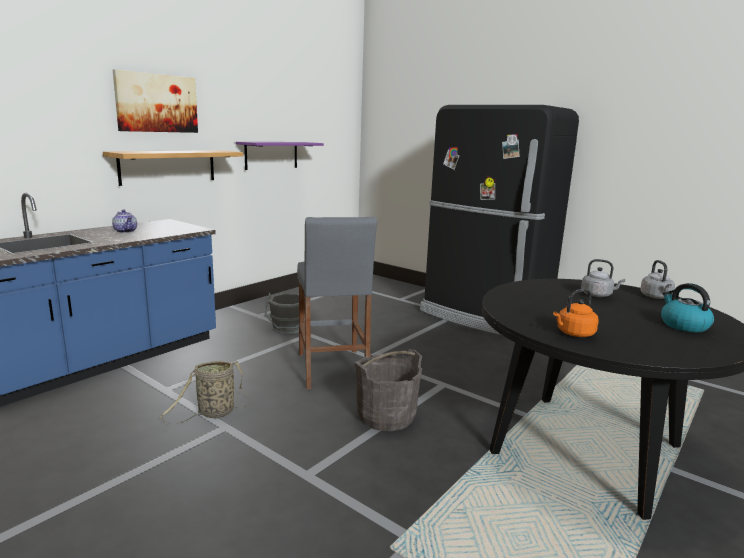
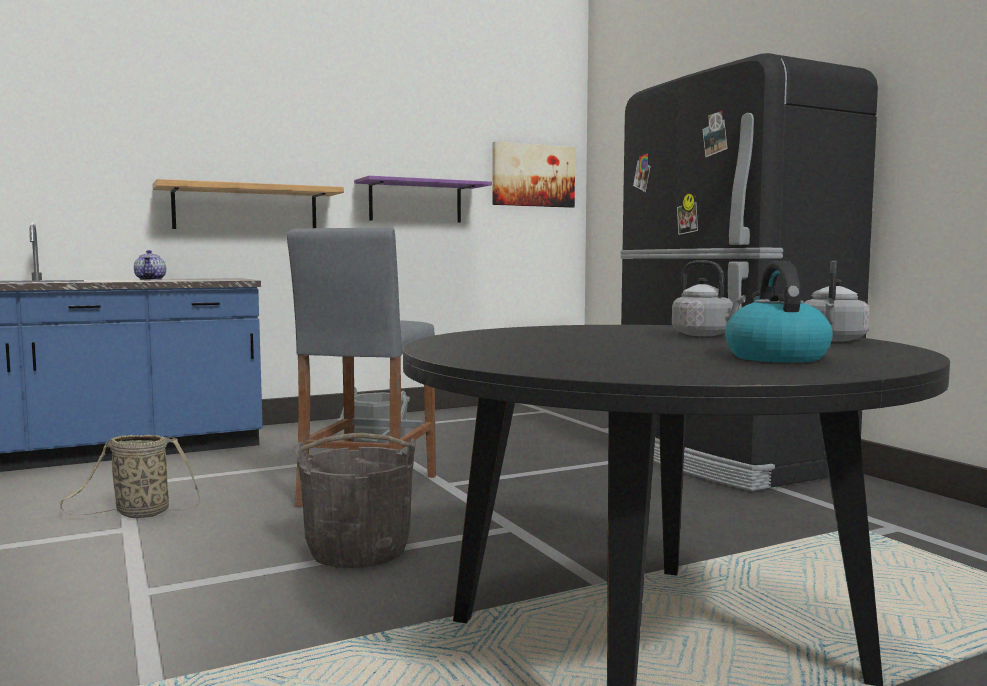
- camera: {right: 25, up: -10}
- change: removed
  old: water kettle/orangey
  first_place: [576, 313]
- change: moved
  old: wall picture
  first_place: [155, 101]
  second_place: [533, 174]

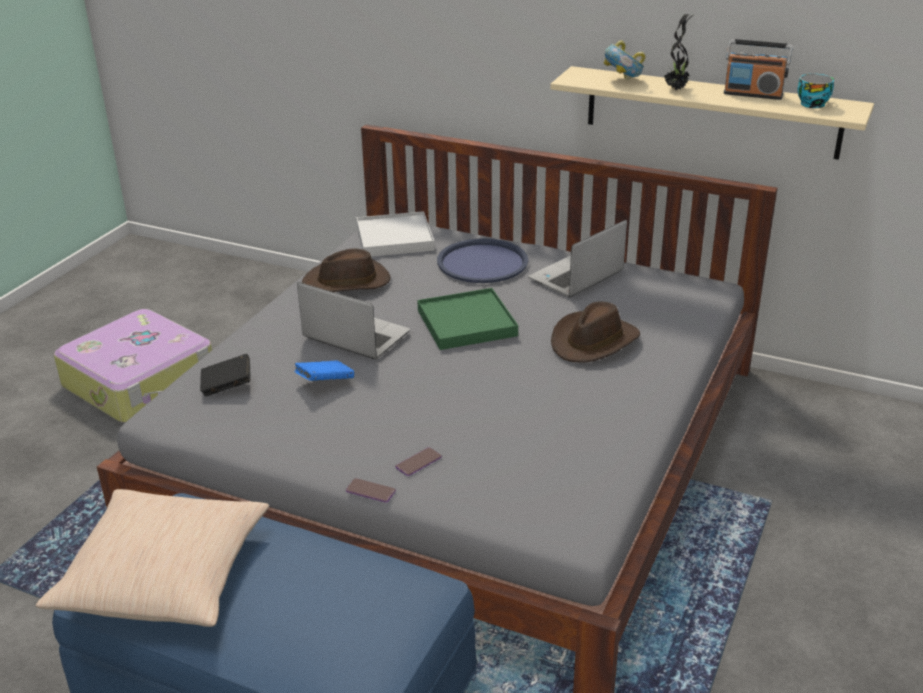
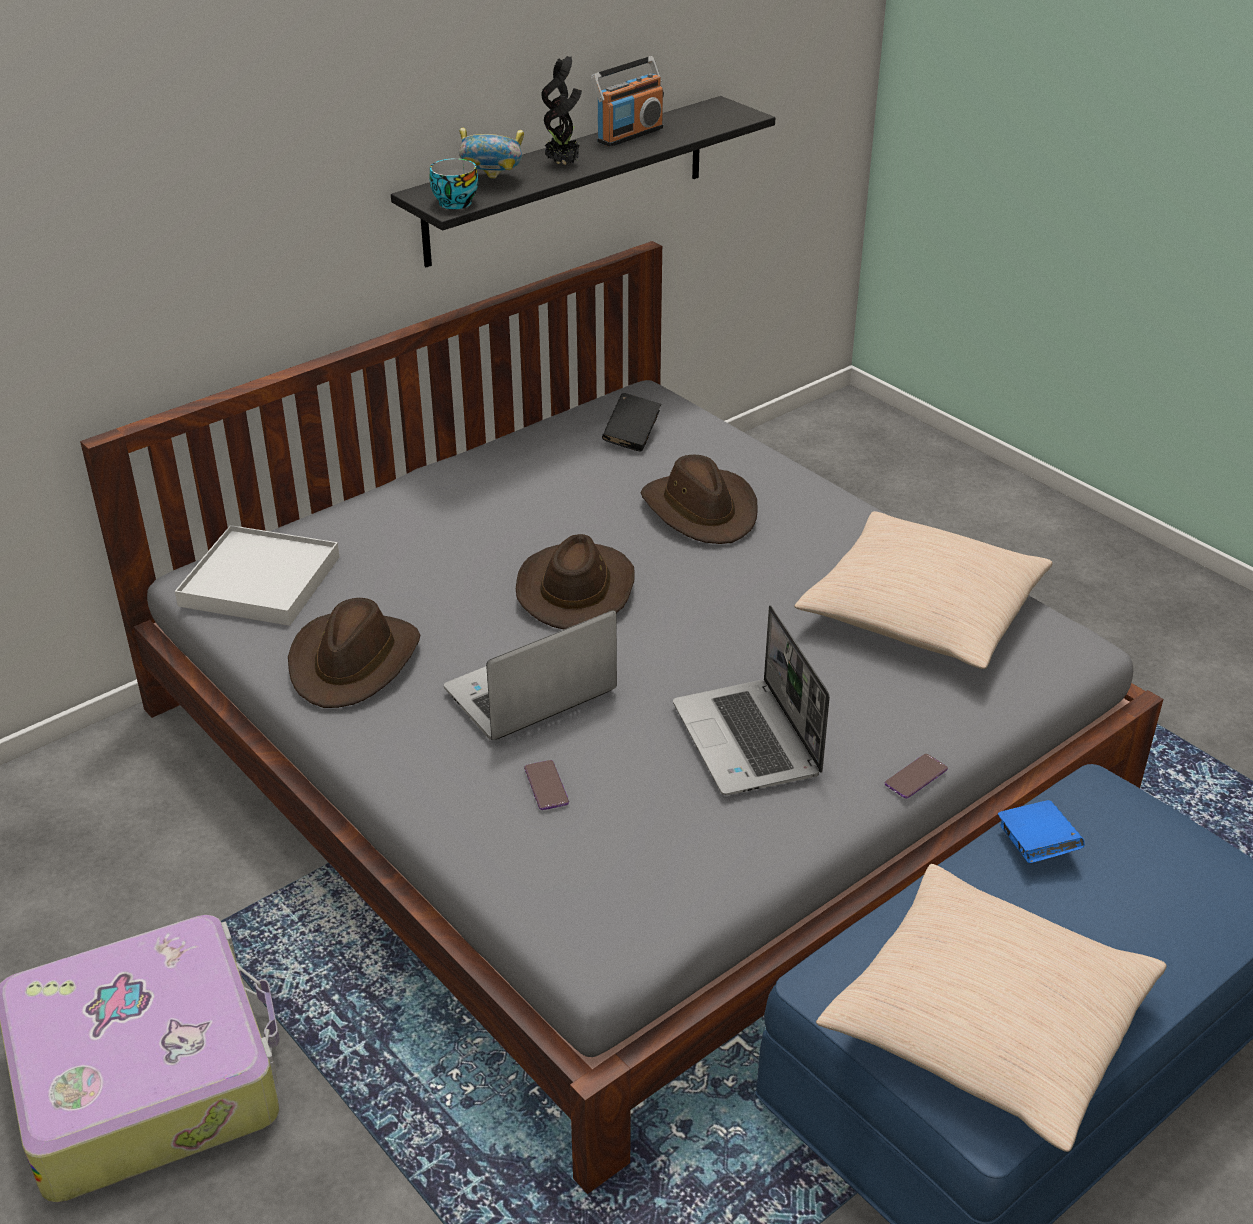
- camera: {right: -65, up: 5}
- change: removed
  old: tray/blue-coloured
  first_place: [482, 260]
- change: added
  new: cushion/beige
  second_place: [923, 590]
- change: moved
  old: book/blackish
  first_place: [225, 375]
  second_place: [631, 422]
- change: moved
  old: book/blue-coloured
  first_place: [324, 371]
  second_place: [1041, 831]
- change: moved
  old: phone
  first_place: [418, 461]
  second_place: [546, 785]
- change: moved
  old: portable computer
  first_place: [577, 259]
  second_place: [751, 700]
- change: moved
  old: small cup
  first_place: [815, 91]
  second_place: [454, 183]
- change: replaced
  old: tray/greenish
  new: clothing hat/brown
  first_place: [467, 319]
  second_place: [575, 582]
- change: recoloured
  old: bracket shelf/beige
  new: bracket shelf/blackish
  first_place: [712, 113]
  second_place: [583, 181]

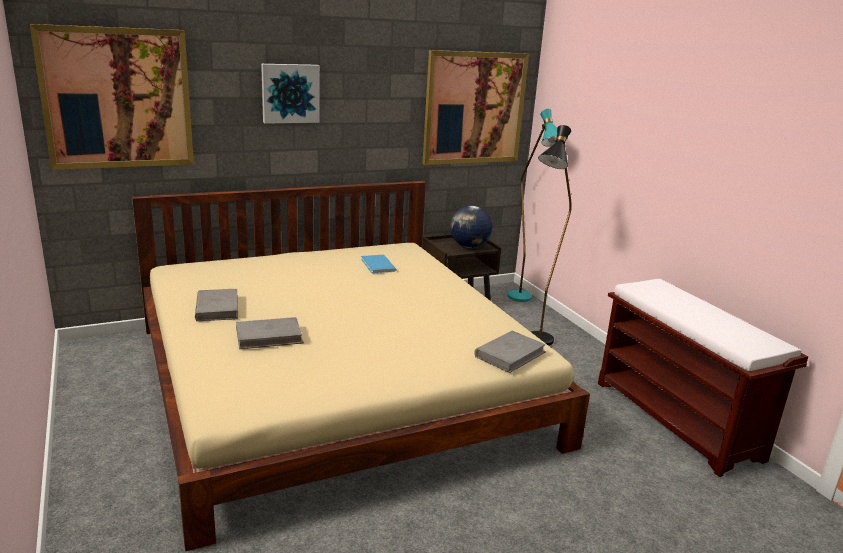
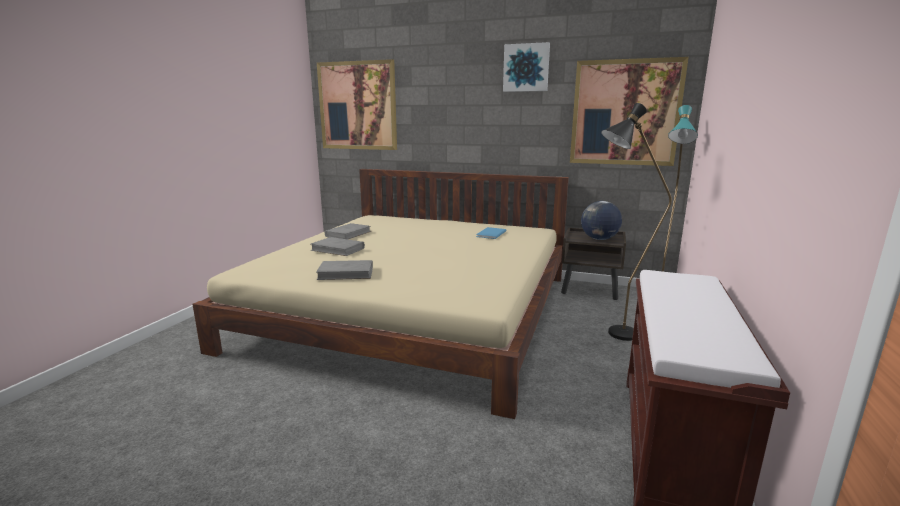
- camera: {right: 45, up: -5}
- change: moved
  old: wall picture
  first_place: [290, 93]
  second_place: [526, 67]
- change: moved
  old: book/greyish
  first_place: [510, 352]
  second_place: [344, 270]

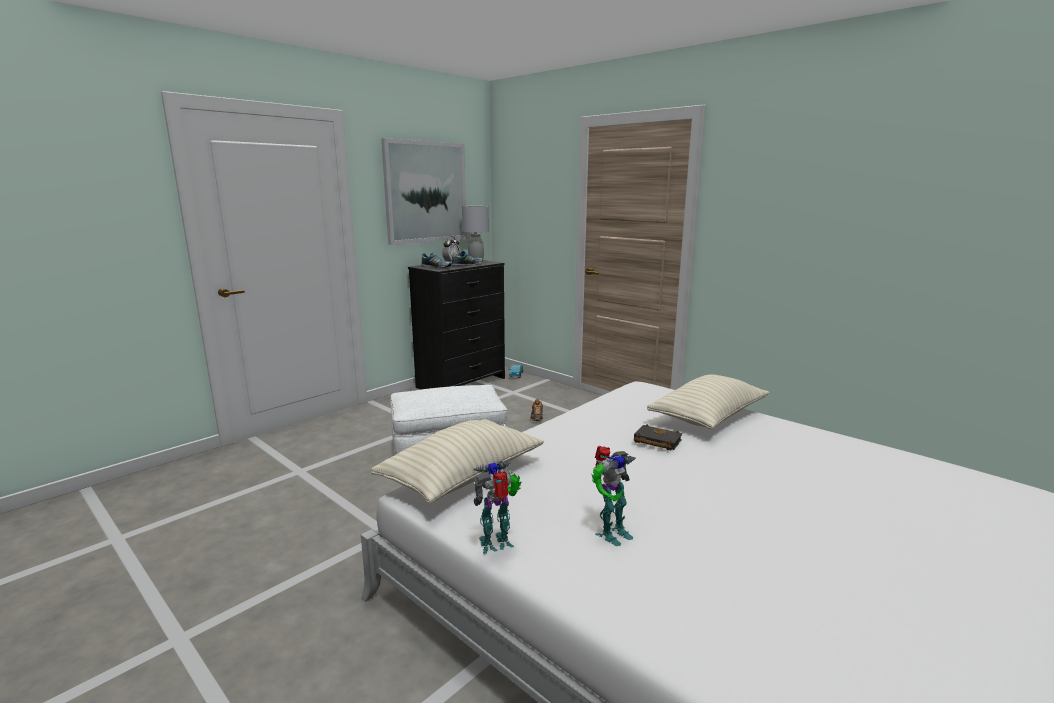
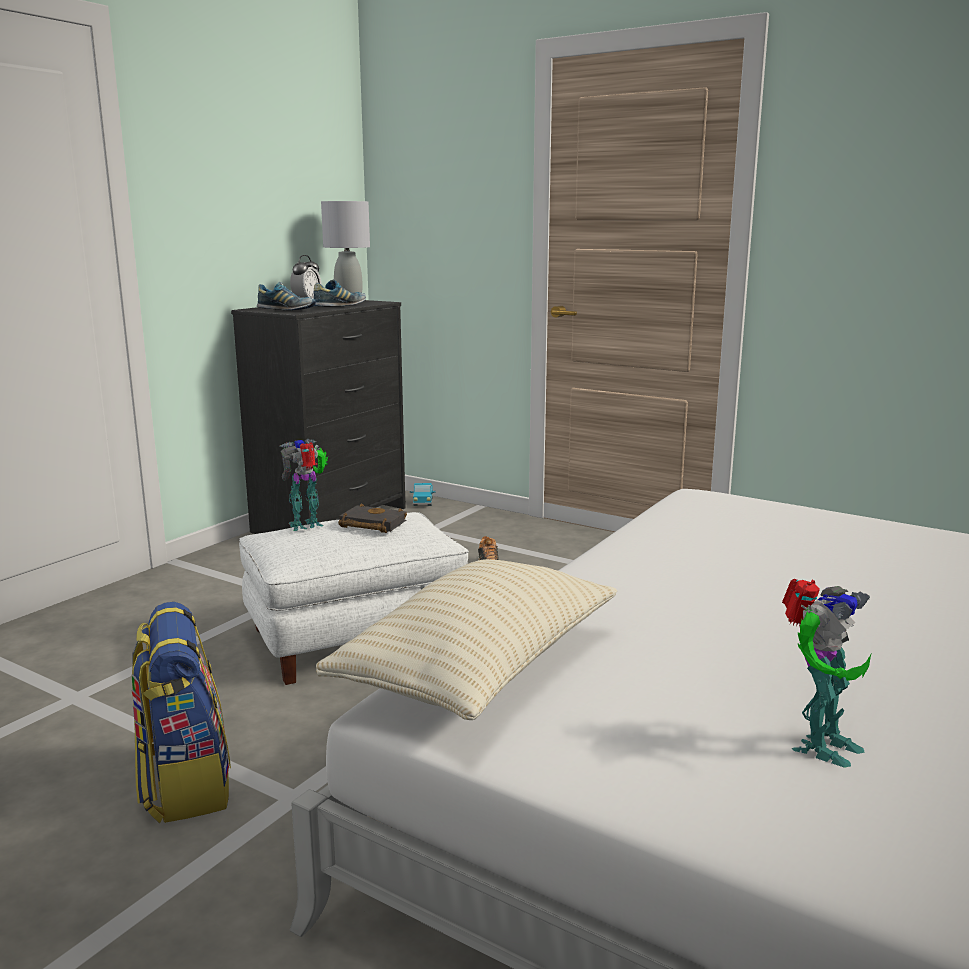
- camera: {right: -10, up: 0}
- change: removed
  old: wall picture
  first_place: [424, 191]
- change: removed
  old: cushion/beige
  first_place: [708, 401]
- change: added
  new: backpack
  second_place: [181, 712]
- change: moved
  old: robot figure
  first_place: [497, 507]
  second_place: [303, 484]
- change: moved
  old: book/blackish
  first_place: [658, 437]
  second_place: [372, 518]

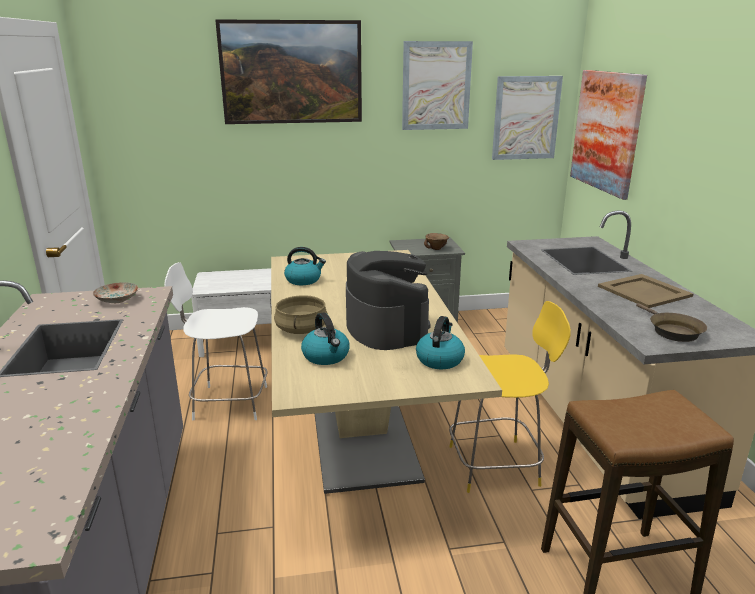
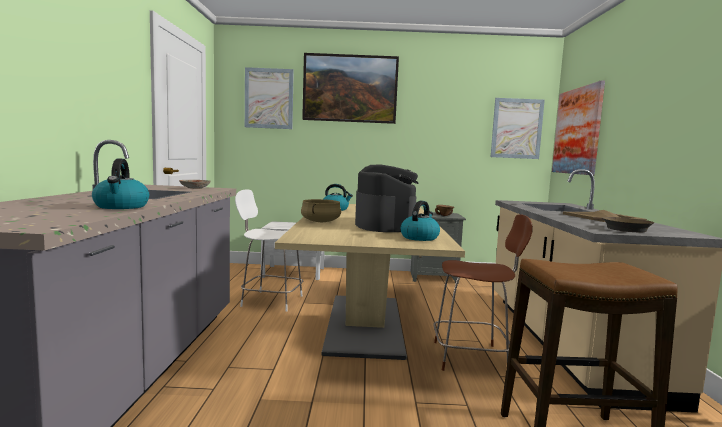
- camera: {right: 10, up: -15}
- change: moved
  old: water kettle
  first_place: [325, 338]
  second_place: [120, 184]
- change: moved
  old: wall picture
  first_place: [437, 85]
  second_place: [269, 98]
- change: recoloured
  old: plain chair/yellowish
  new: plain chair/brown
  first_place: [510, 397]
  second_place: [483, 292]

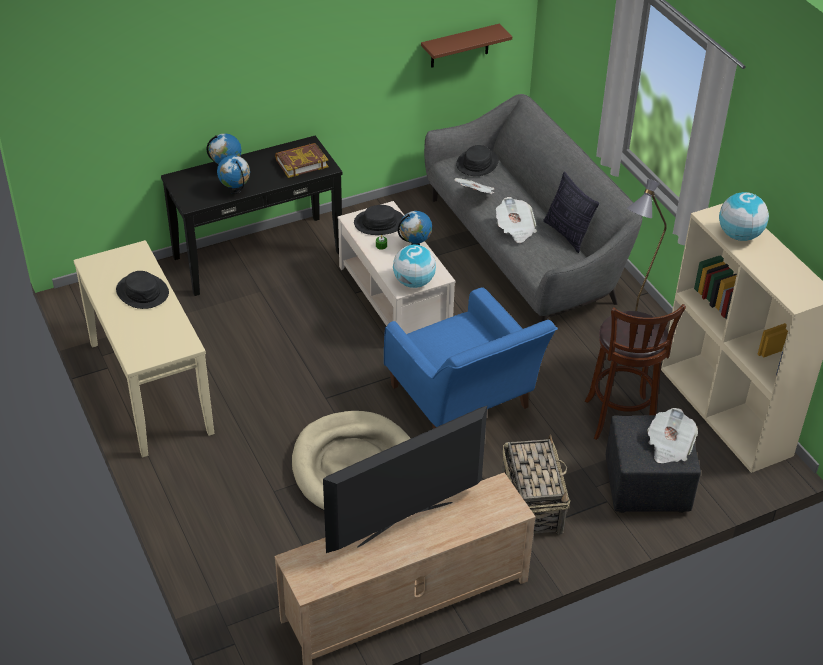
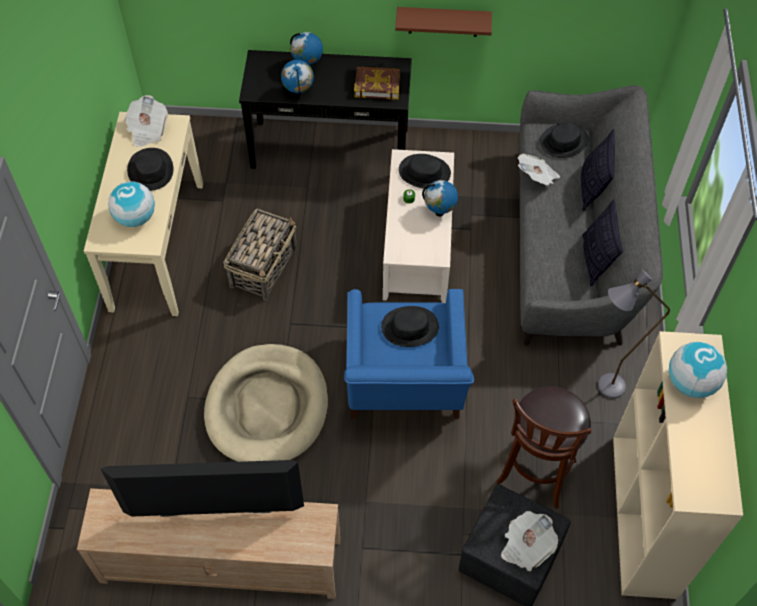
- camera: {right: 30, up: 15}
- change: added
  new: clothing hat/blackish
  second_place: [410, 326]
- change: added
  new: cushion
  second_place: [598, 170]
- change: moved
  old: desk globe
  first_place: [414, 266]
  second_place: [131, 204]
- change: moved
  old: bracket shelf/brown
  first_place: [466, 46]
  second_place: [443, 22]
- change: moved
  old: newspaper
  first_place: [516, 220]
  second_place: [146, 121]
- change: moved
  old: basket
  first_place: [536, 484]
  second_place: [260, 255]

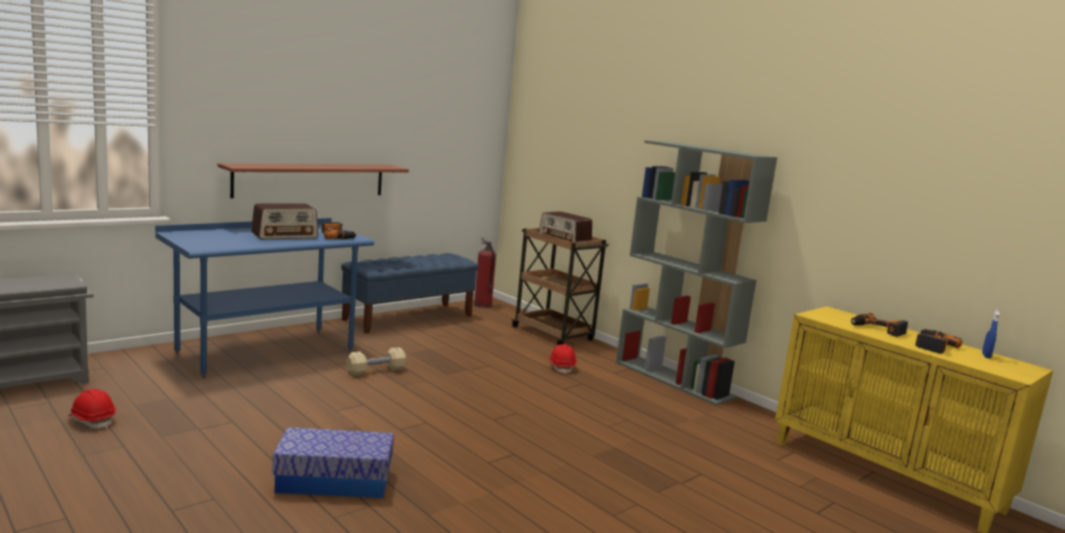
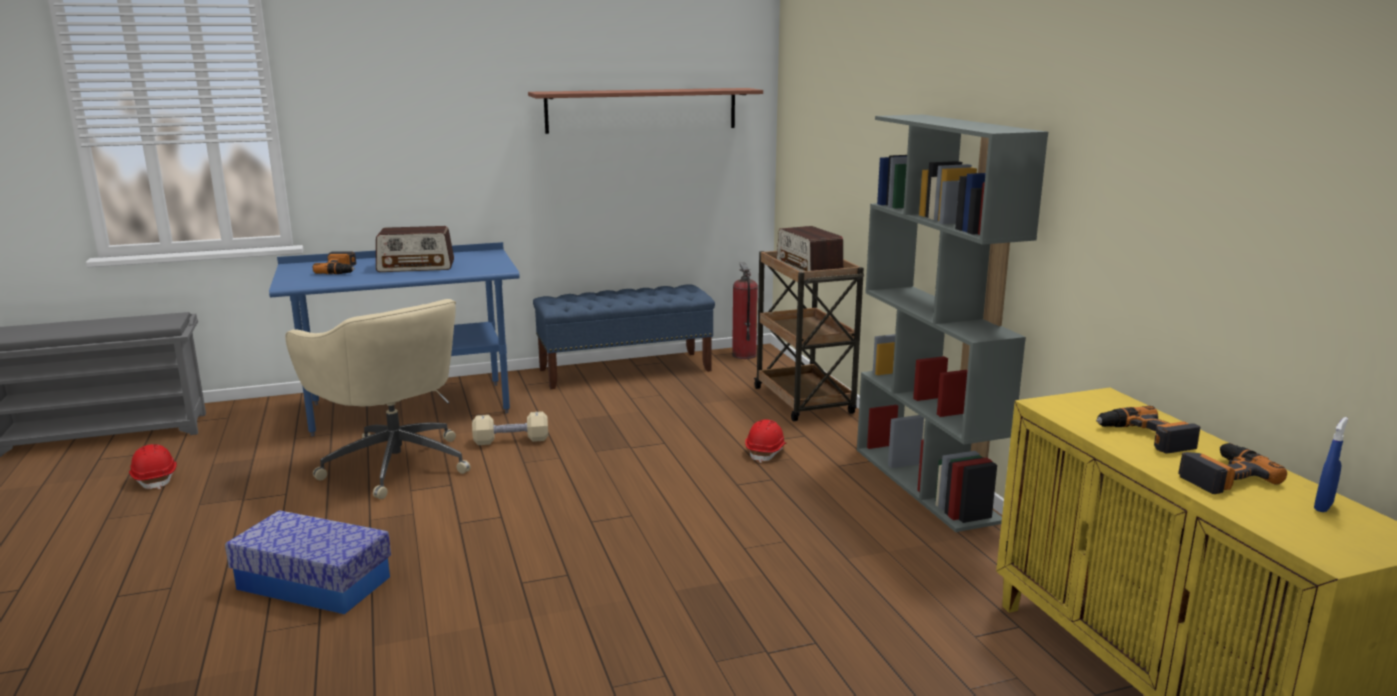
- camera: {right: 25, up: 5}
- change: added
  new: office chair/beige
  second_place: [378, 399]
- change: moved
  old: bracket shelf
  first_place: [313, 180]
  second_place: [645, 111]
- change: moved
  old: drill
  first_place: [339, 230]
  second_place: [334, 263]

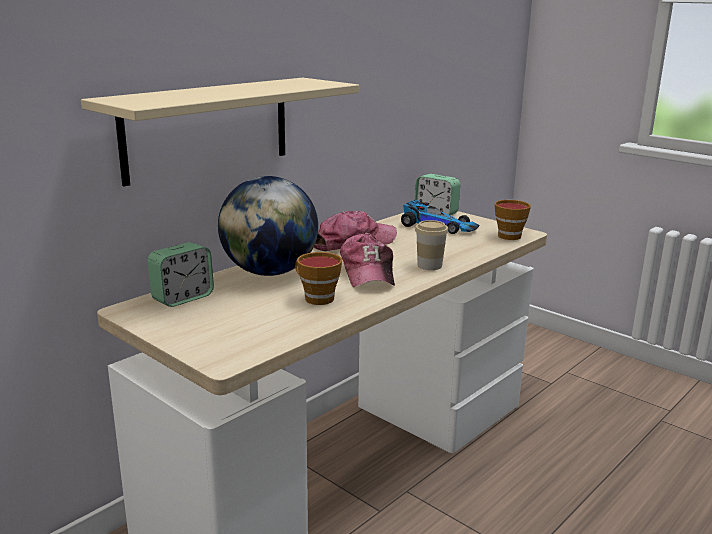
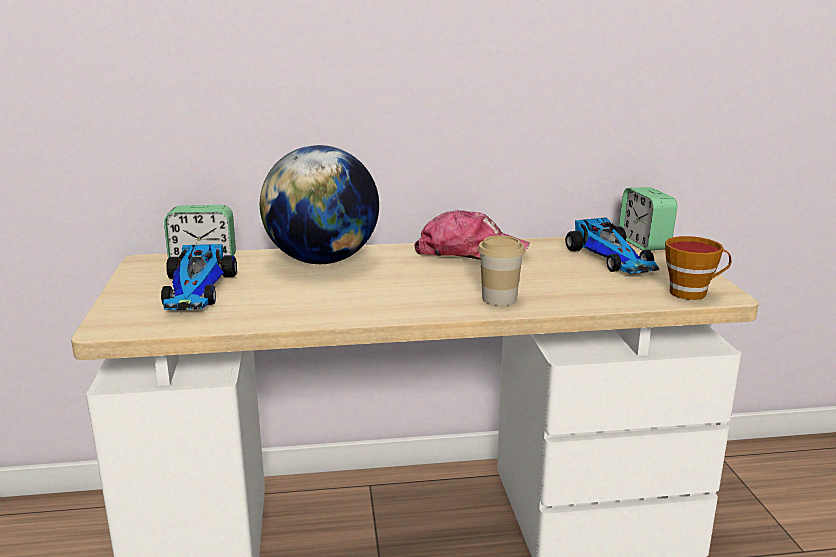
- camera: {right: 40, up: 0}
- change: removed
  old: bracket shelf/beige
  first_place: [220, 132]
- change: removed
  old: small cup
  first_place: [318, 278]
- change: removed
  old: cap
  first_place: [367, 260]
- change: added
  new: model car
  second_place: [199, 277]

